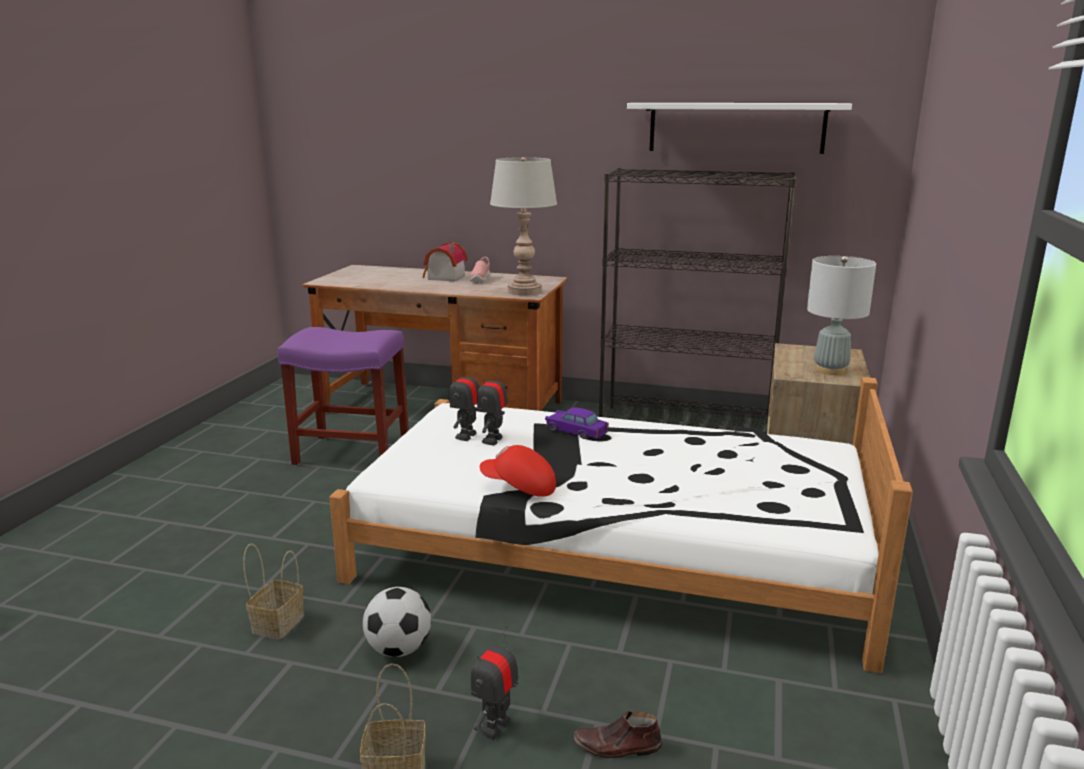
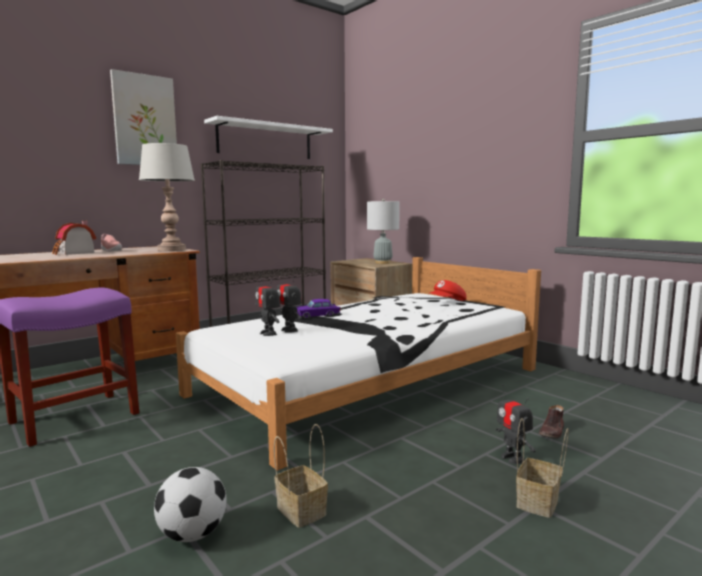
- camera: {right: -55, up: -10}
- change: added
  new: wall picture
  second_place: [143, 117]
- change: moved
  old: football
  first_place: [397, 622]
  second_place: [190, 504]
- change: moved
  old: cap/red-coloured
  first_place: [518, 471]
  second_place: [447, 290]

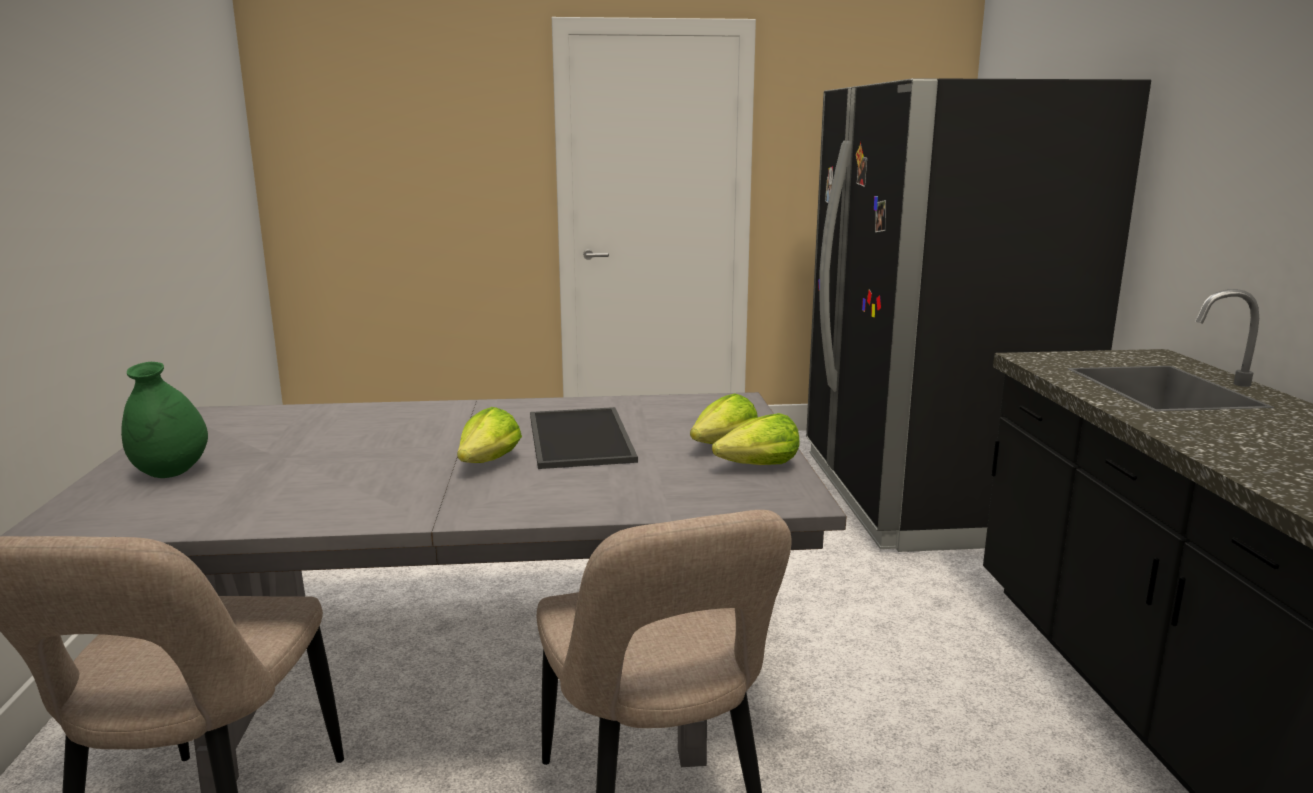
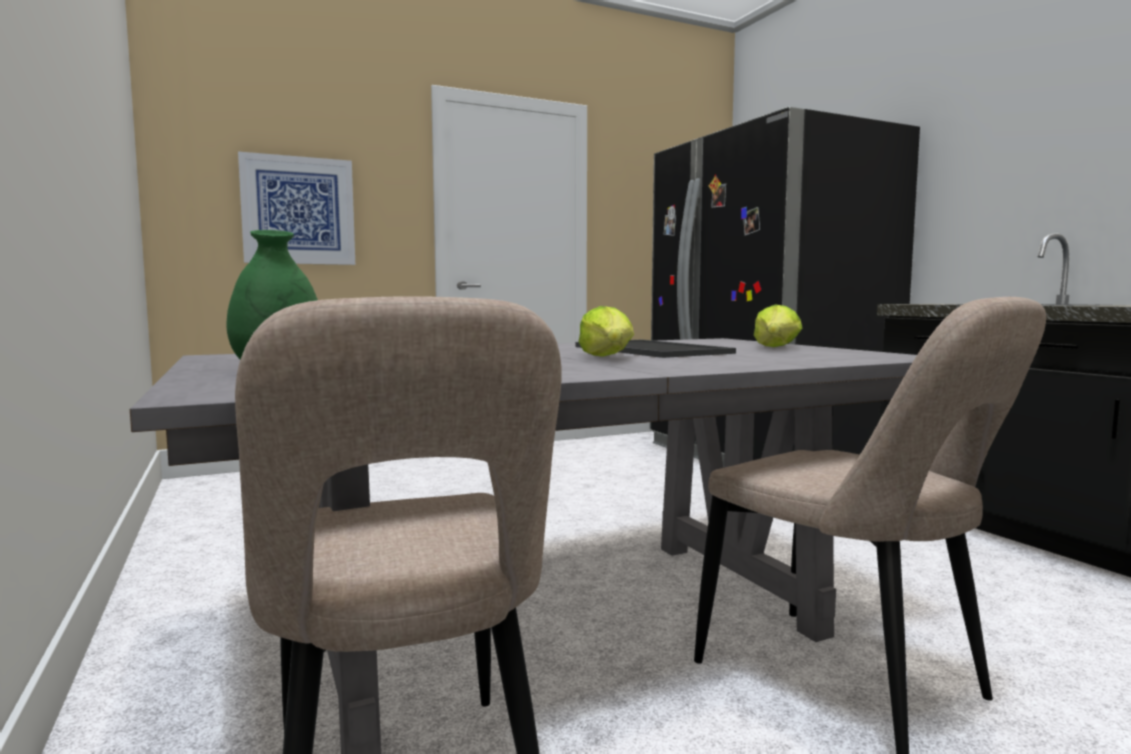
- camera: {right: -20, up: -10}
- change: removed
  old: lettuce head
  first_place: [756, 439]
- change: added
  new: wall picture
  second_place: [296, 208]

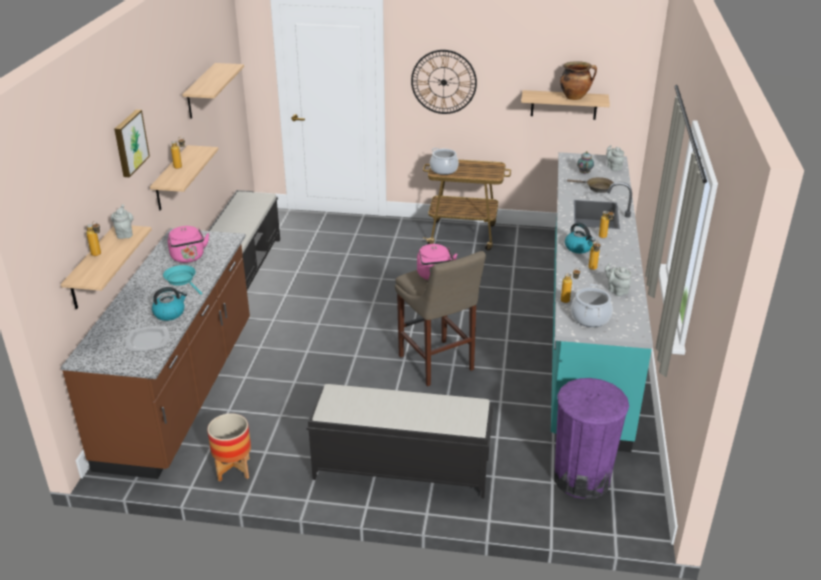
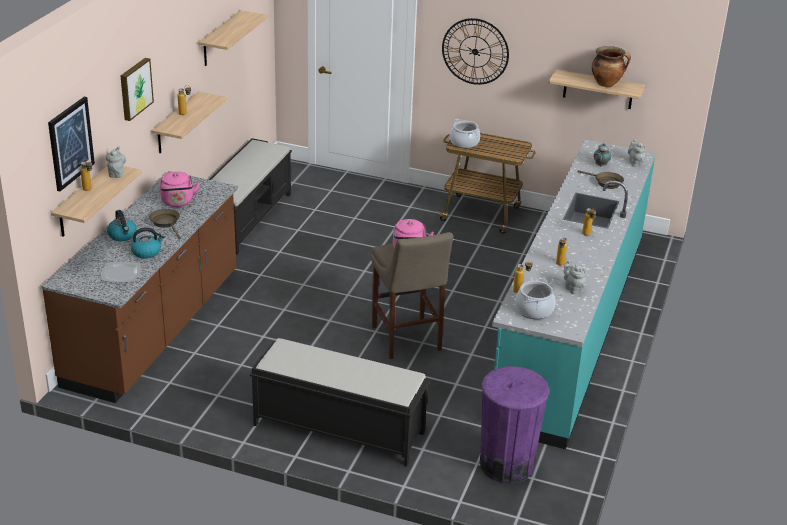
- camera: {right: 10, up: 0}
- change: removed
  old: flower pot
  first_place: [229, 447]
- change: added
  new: wall picture
  second_place: [71, 144]
- change: moved
  old: water kettle
  first_place: [580, 238]
  second_place: [122, 225]
- change: recoloured
  old: frying pan/turquoise-coloured
  new: frying pan/brown
  first_place: [182, 280]
  second_place: [165, 224]

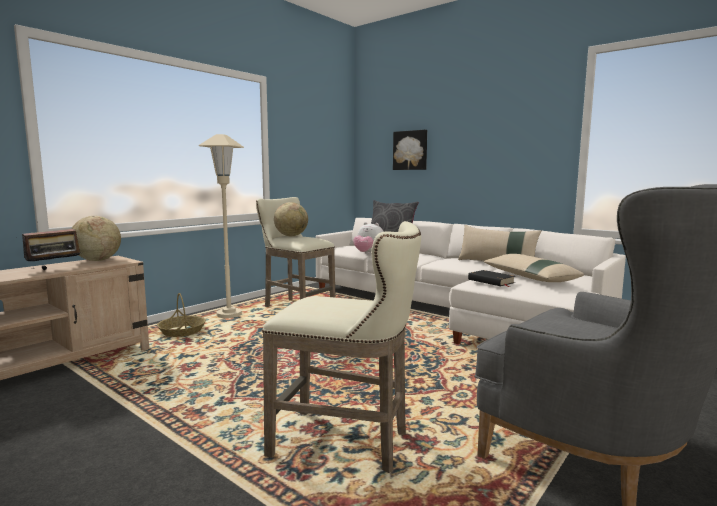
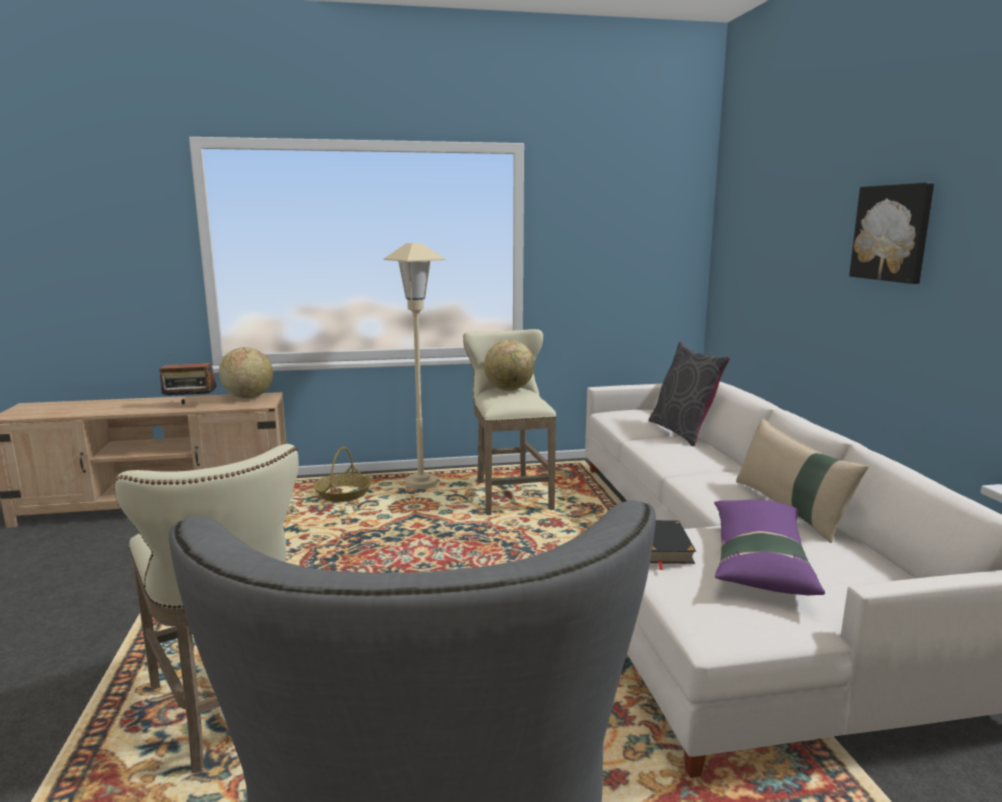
- camera: {right: 40, up: 5}
- change: removed
  old: plush toy
  first_place: [368, 238]
- change: moved
  old: wall picture
  first_place: [410, 150]
  second_place: [891, 233]
- change: recoloured
  old: cushion/beige
  new: cushion/purple-coloured
  first_place: [533, 268]
  second_place: [769, 547]

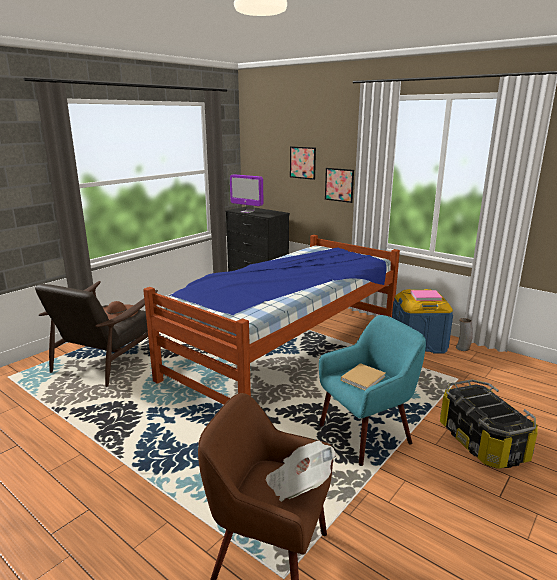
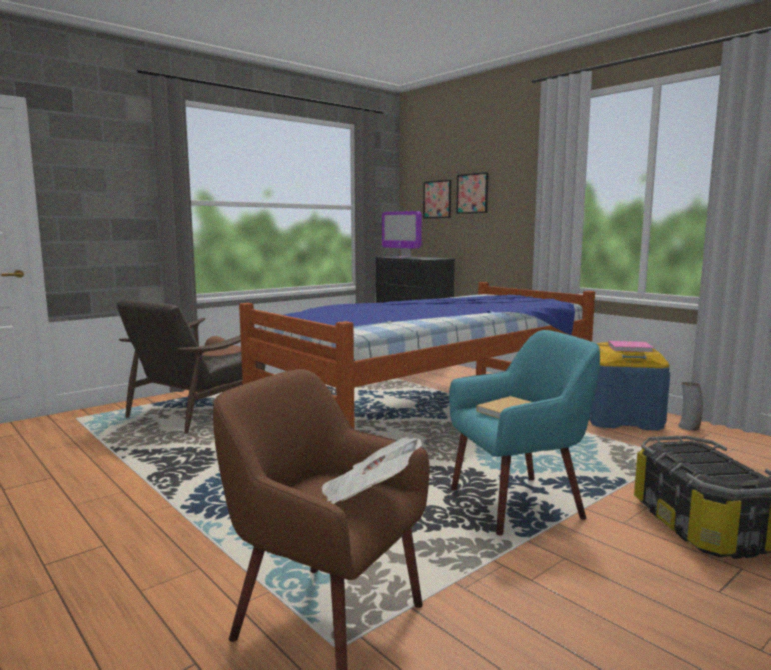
- camera: {right: 10, up: -10}
- change: moved
  old: wall picture
  first_place: [339, 185]
  second_place: [437, 199]

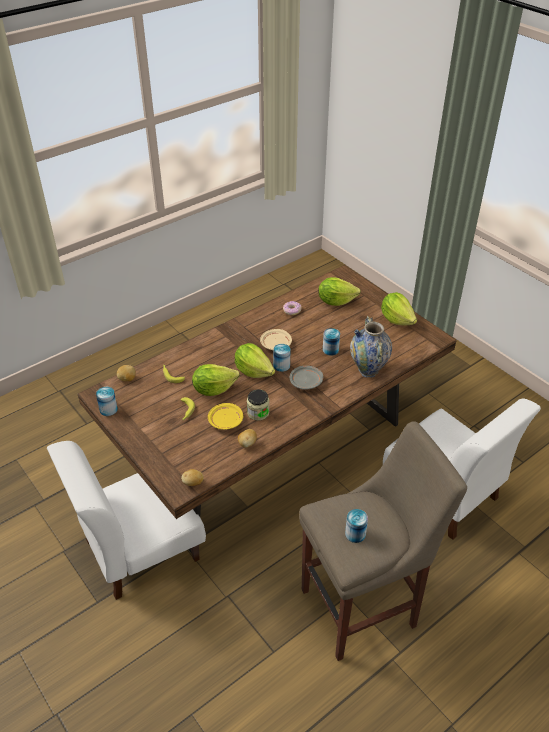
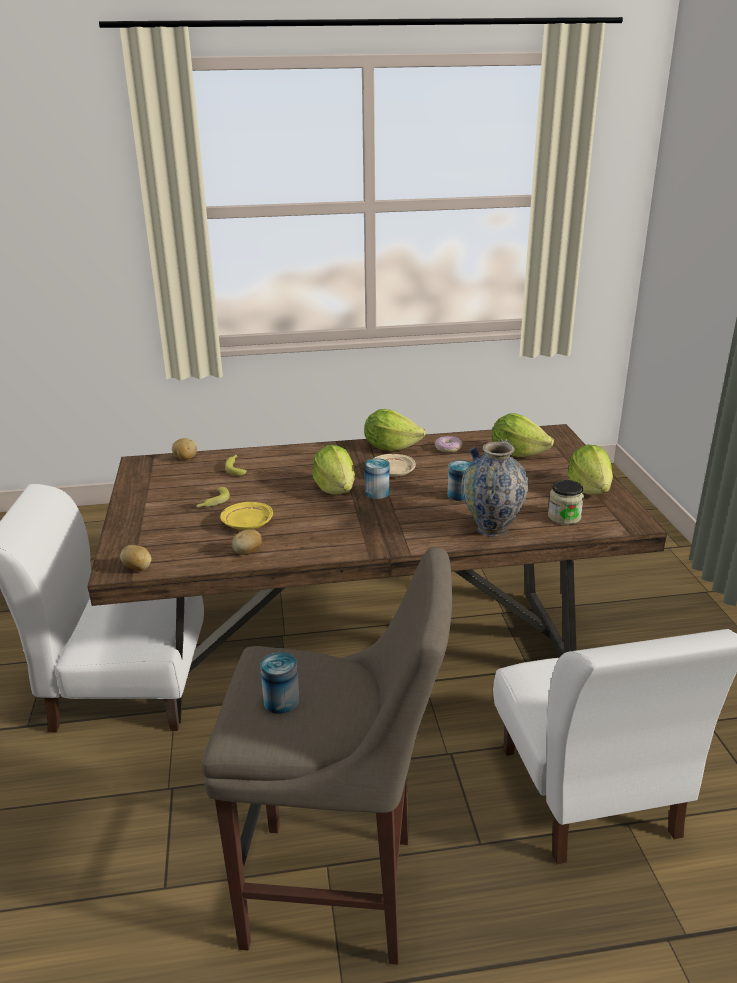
- camera: {right: 30, up: -15}
- change: removed
  old: sealed can
  first_place: [107, 401]
- change: removed
  old: flat dish/greyish
  first_place: [306, 377]
- change: moved
  old: lettuce head
  first_place: [216, 380]
  second_place: [395, 430]
- change: moved
  old: jar
  first_place: [258, 405]
  second_place: [566, 502]

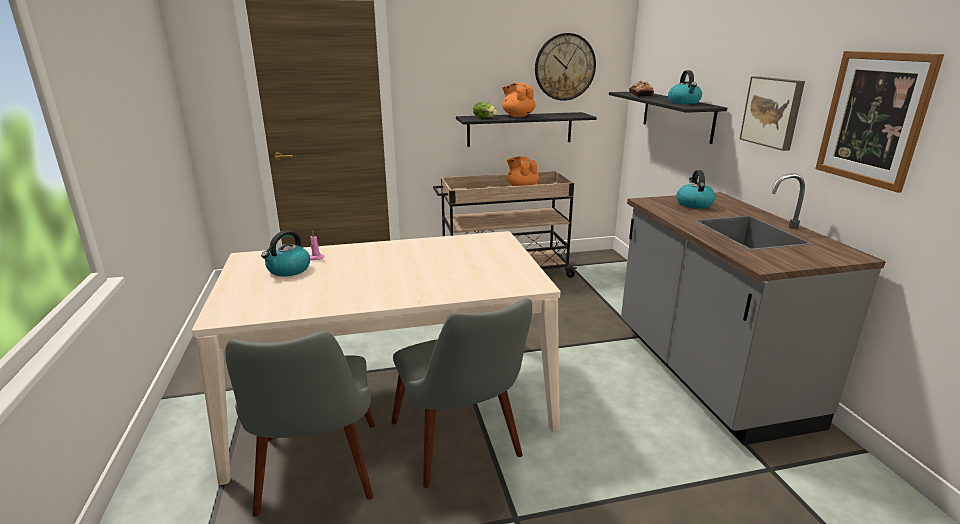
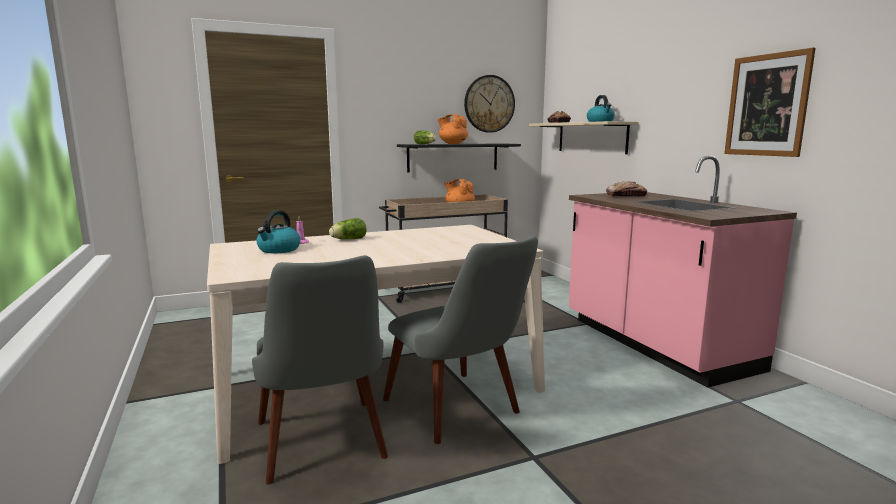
- camera: {right: -10, up: -10}
- change: removed
  old: wall picture
  first_place: [772, 113]
- change: added
  new: lettuce head
  second_place: [347, 228]
- change: replaced
  old: water kettle
  new: bakery bread
  first_place: [696, 189]
  second_place: [626, 189]
- change: recoloured
  old: bracket shelf/blackish
  new: bracket shelf/beige
  first_place: [668, 118]
  second_place: [584, 137]
- change: recoloured
  old: counter/greyish
  new: counter/pinkish
  first_place: [753, 309]
  second_place: [683, 271]

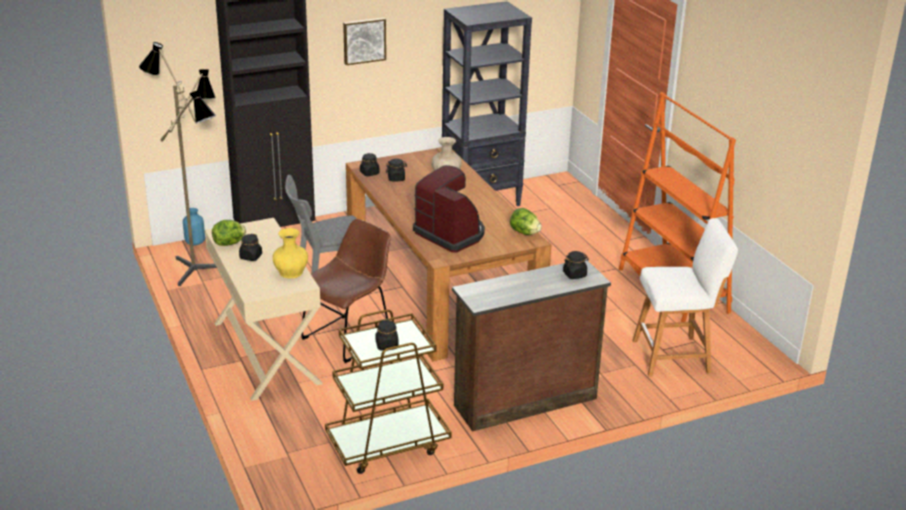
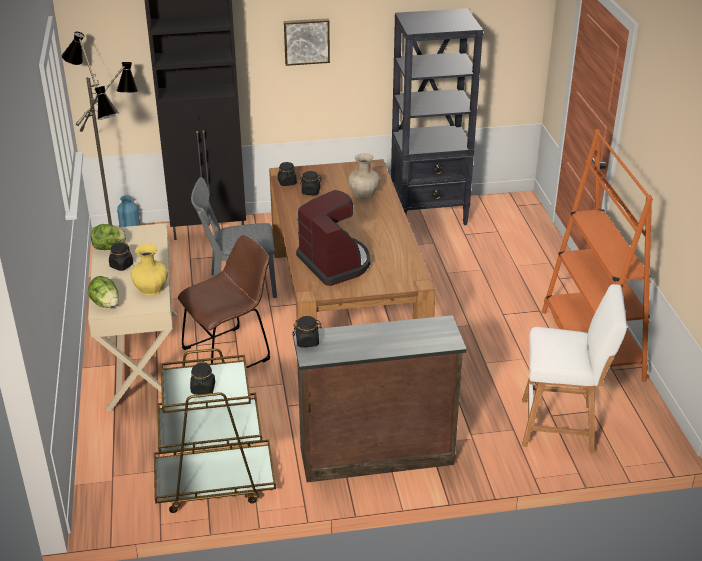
- camera: {right: 15, up: 5}
- change: moved
  old: lettuce head
  first_place: [526, 221]
  second_place: [103, 292]
- change: moved
  old: jar/blackish
  first_place: [576, 265]
  second_place: [307, 331]

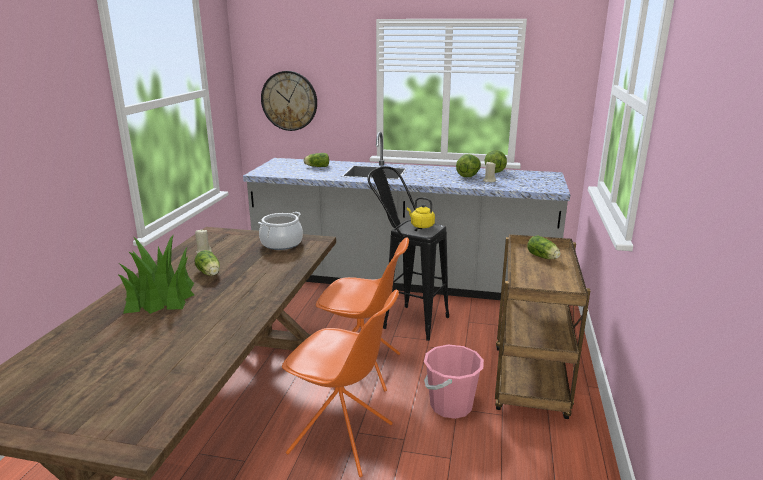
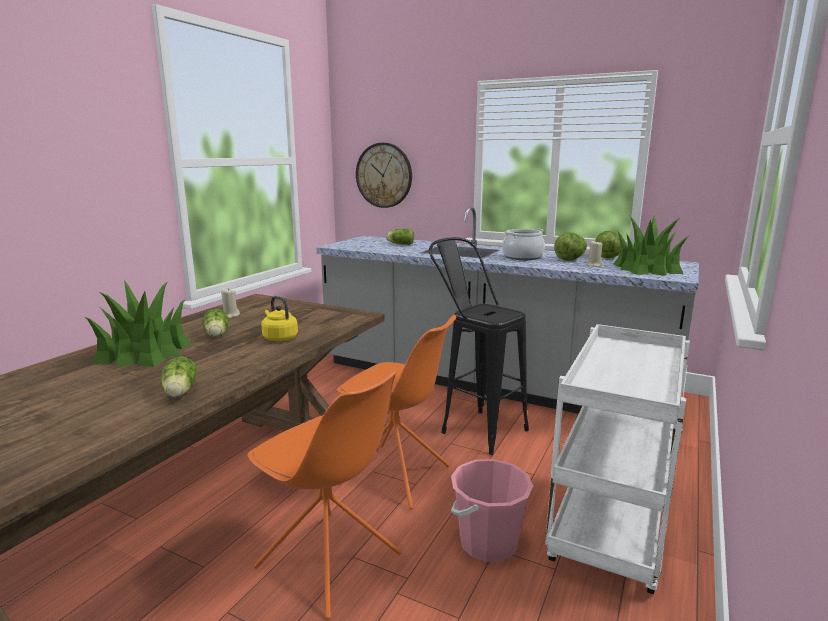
- camera: {right: 15, up: -5}
- change: added
  new: houseplant
  second_place: [650, 245]
- change: moved
  old: saucepot
  first_place: [280, 231]
  second_place: [523, 244]
- change: moved
  old: water kettle/yellowish
  first_place: [421, 212]
  second_place: [279, 318]
- change: moved
  old: lettuce head
  first_place: [543, 247]
  second_place: [179, 377]
- change: recoloured
  old: cart/brown
  new: cart/white
  first_place: [542, 326]
  second_place: [617, 459]

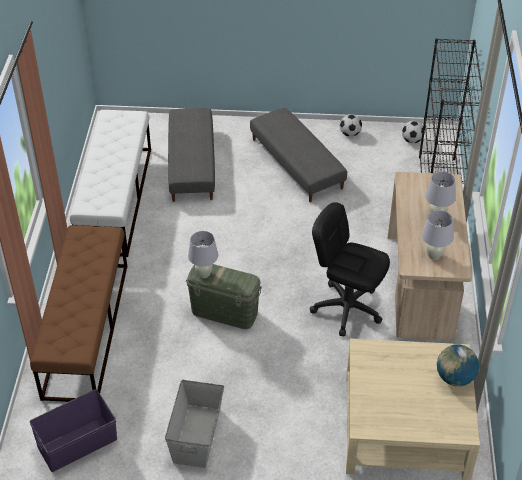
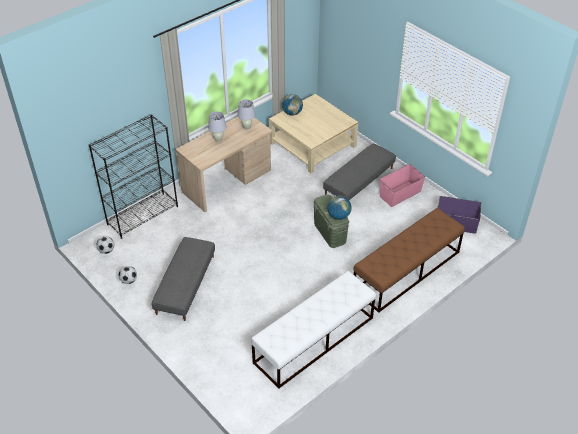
- camera: {right: -135, up: 0}
- change: removed
  old: office chair/blackish
  first_place: [350, 269]
- change: moved
  old: ottoman/greyish
  first_place: [191, 155]
  second_place: [359, 171]
- change: replaced
  old: table lamp/white
  new: desk globe
  first_place: [203, 254]
  second_place: [339, 208]
- change: recoloured
  old: storage box/greyish
  new: storage box/pinkish
  first_place: [194, 424]
  second_place: [402, 185]

